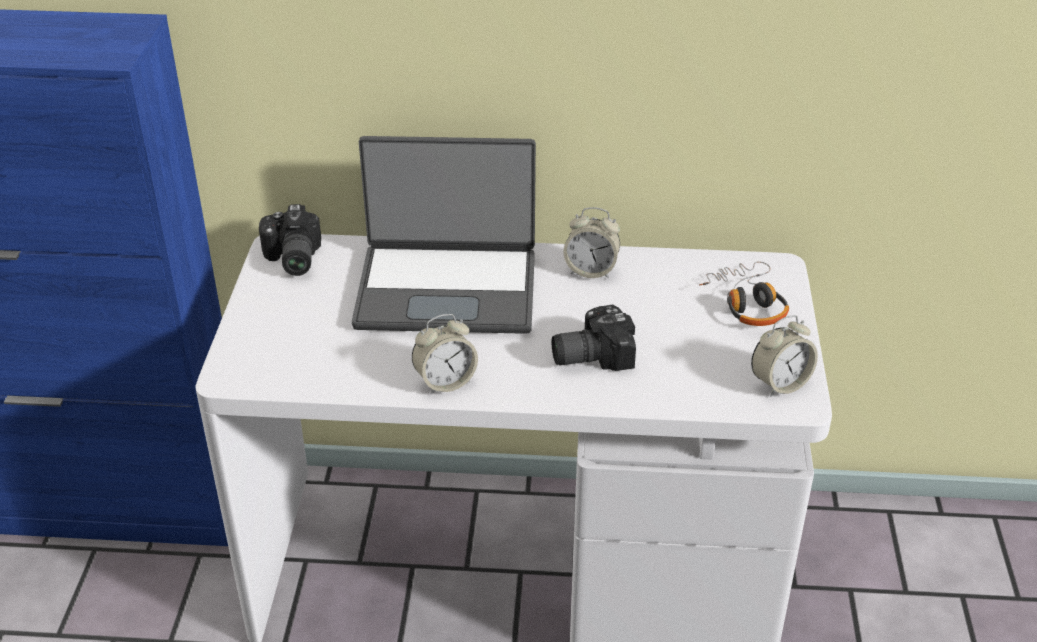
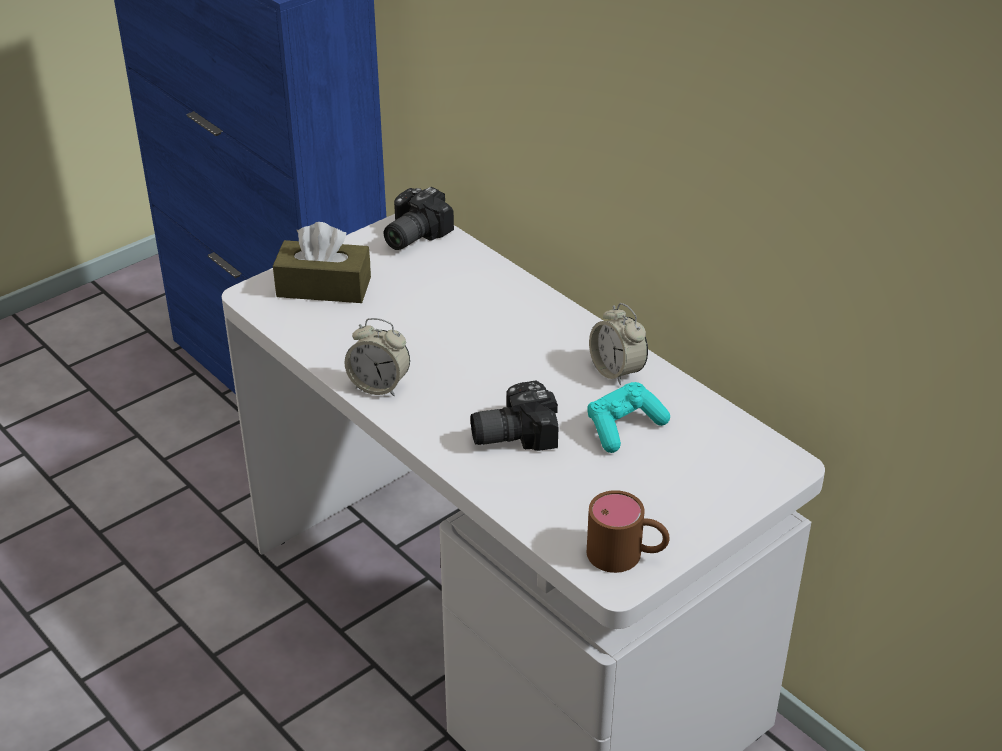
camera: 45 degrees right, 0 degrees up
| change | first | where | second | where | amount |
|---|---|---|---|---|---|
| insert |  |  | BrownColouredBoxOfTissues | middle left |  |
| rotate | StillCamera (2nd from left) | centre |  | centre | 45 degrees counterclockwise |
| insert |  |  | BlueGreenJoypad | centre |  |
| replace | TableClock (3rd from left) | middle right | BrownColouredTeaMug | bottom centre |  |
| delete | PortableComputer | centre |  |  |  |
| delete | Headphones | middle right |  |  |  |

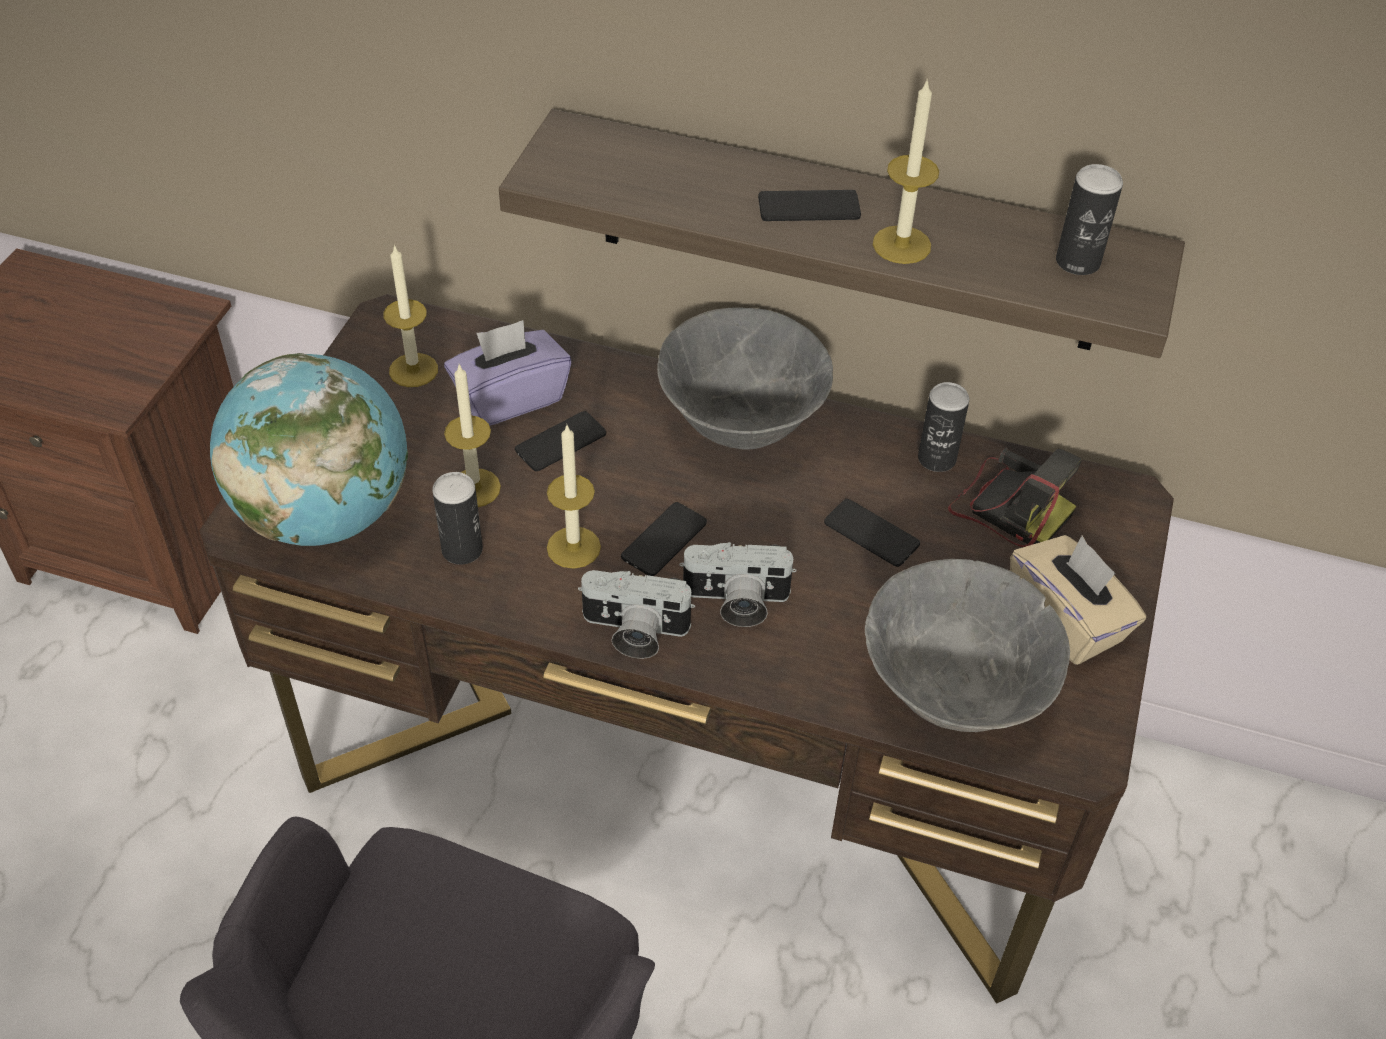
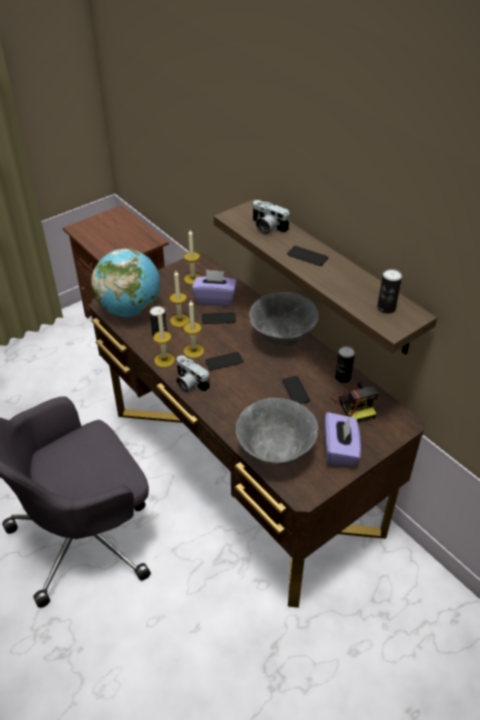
camera: 35 degrees right, 5 degrees down
| change | first | where | second | where | amount |
|---|---|---|---|---|---|
| move | Candle (4th from left in the first image) | top centre | Candle (1st from left) | centre |  |
| move | StillCamera (2nd from left) | centre |  | top centre |  |
| recolor | BeigeBoxOfTissues | middle right | PurpleColouredBoxOfTissues (2nd from left) | middle right |  |

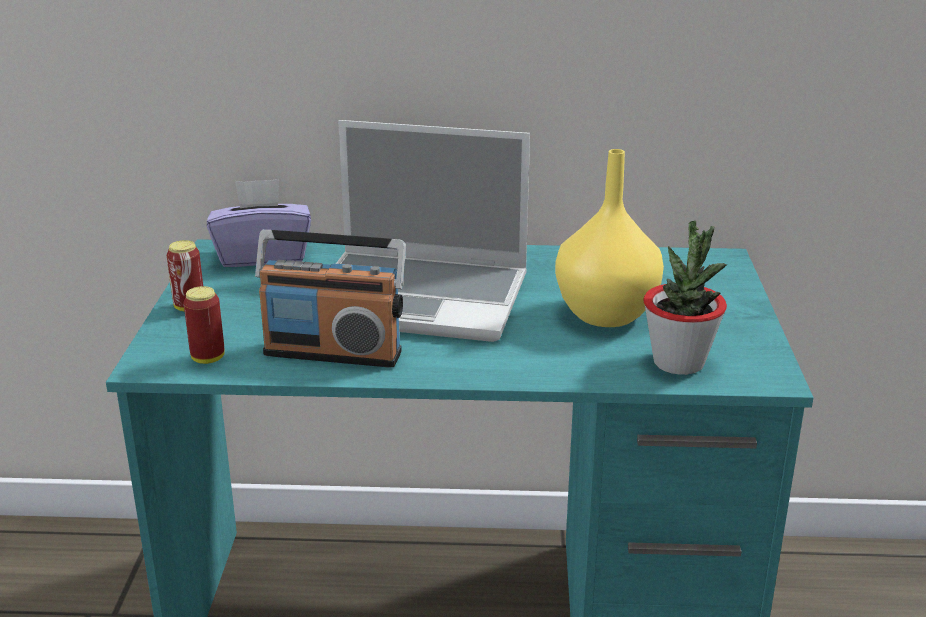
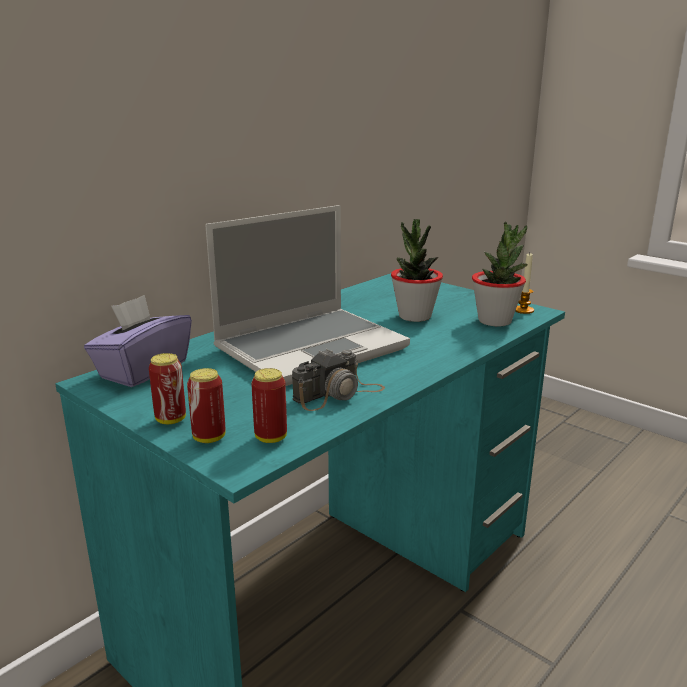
camera: 50 degrees left, 5 degrees down
| change | first | where | second | where | amount |
|---|---|---|---|---|---|
| insert |  |  | MetalCan (2nd from left) | middle left |  |
| replace | RadioSet | centre | StillCamera | centre |  |
| replace | YellowishVase | centre | Houseplant (1st from left) | centre |  |
| insert |  |  | Candle | middle right |  |

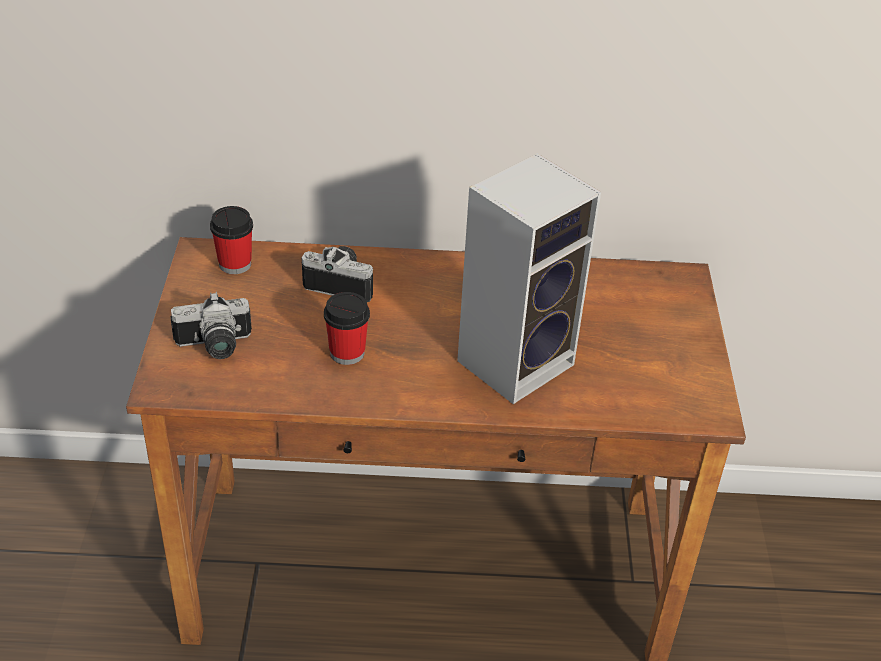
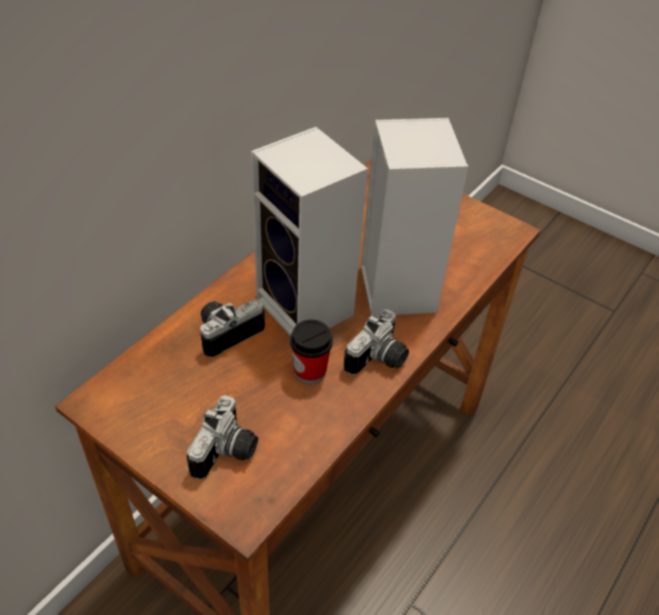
camera: 55 degrees left, 5 degrees up
| change | first | where | second | where | amount |
|---|---|---|---|---|---|
| insert |  |  | Loudspeaker (1st from left) | centre |  |
| insert |  |  | StillCamera (3rd from left) | centre |  |
| delete | DrinkingCup (1st from left) | middle left |  |  |  |

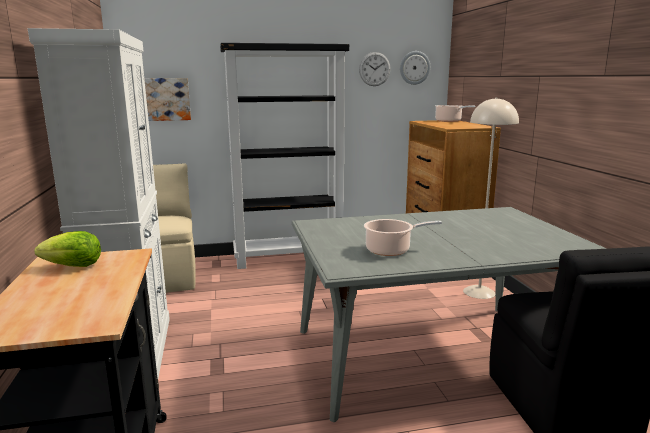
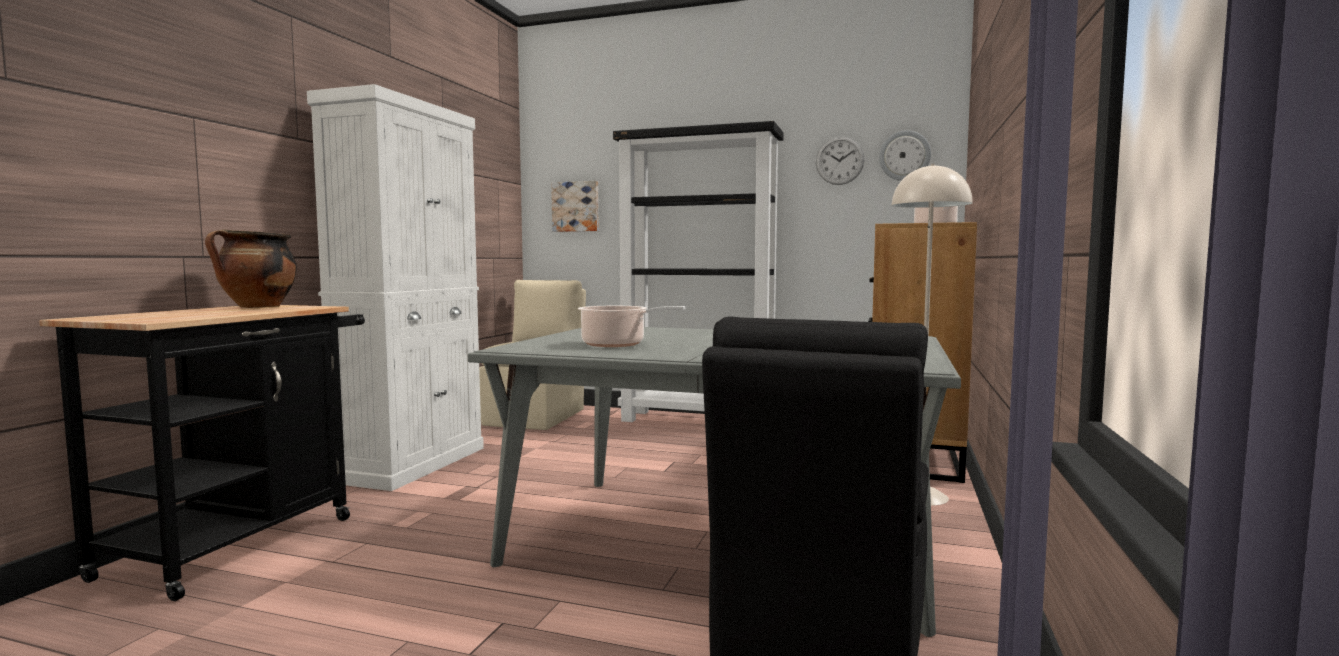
camera: 30 degrees right, 10 degrees down
| change | first | where | second | where | amount |
|---|---|---|---|---|---|
| replace | LettuceHead | middle left | CookingPot (1st from left) | middle left |  |

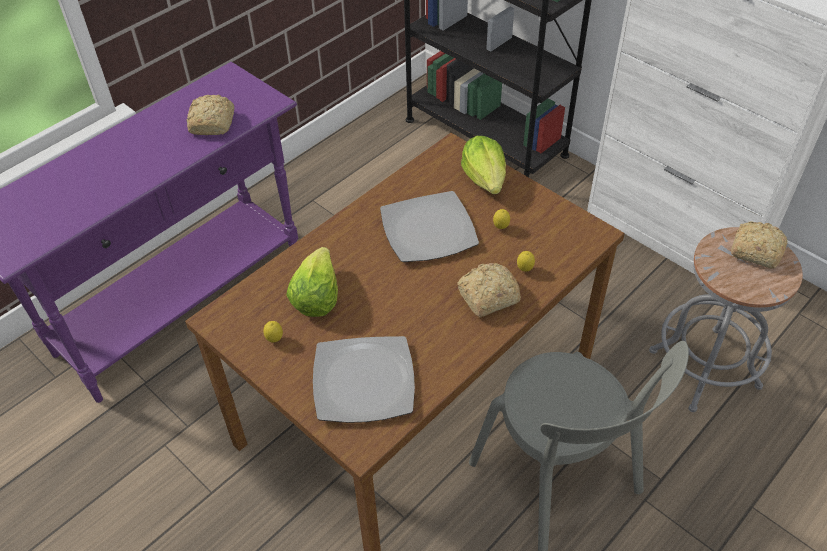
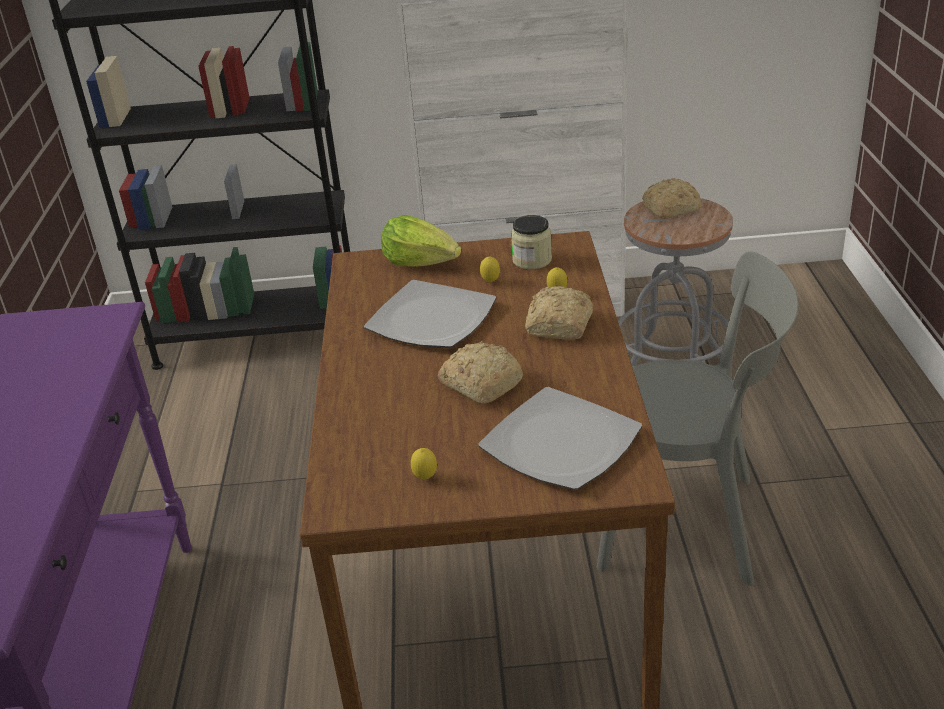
camera: 45 degrees left, 15 degrees down
| change | first | where | second | where | amount |
|---|---|---|---|---|---|
| move | Bread (1st from left) | top left |  | centre |  |
| insert |  |  | PreserveJar | centre |  |
| delete | LettuceHead (1st from left) | centre |  |  |  |

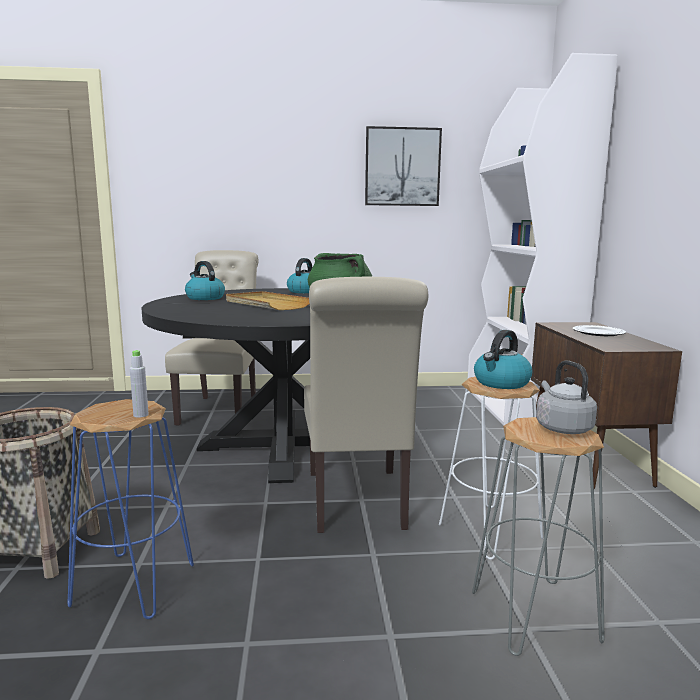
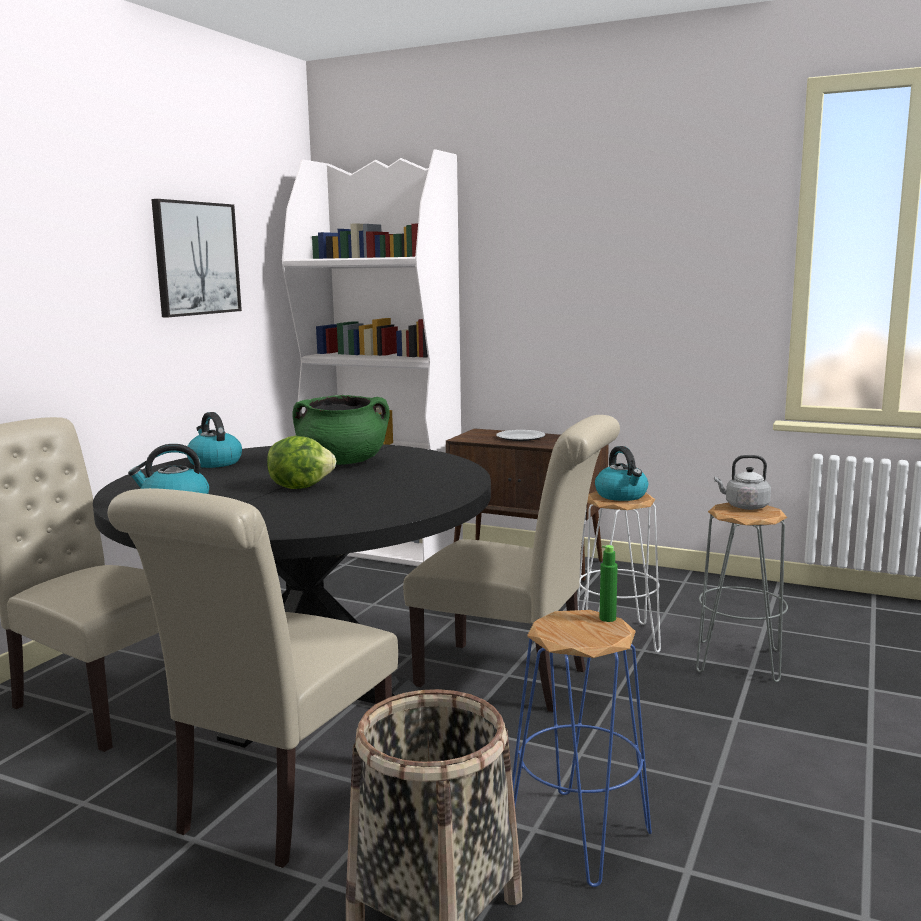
camera: 60 degrees left, 0 degrees up
| change | first | where | second | where | amount |
|---|---|---|---|---|---|
| insert |  |  | BeigeChair (2nd from left) | bottom left |  |
| replace | BeigeTray | centre | LettuceHead | middle left |  |
| recolor | GreyishBeverageBottle | middle left | GreenBeverageBottle | centre |  |

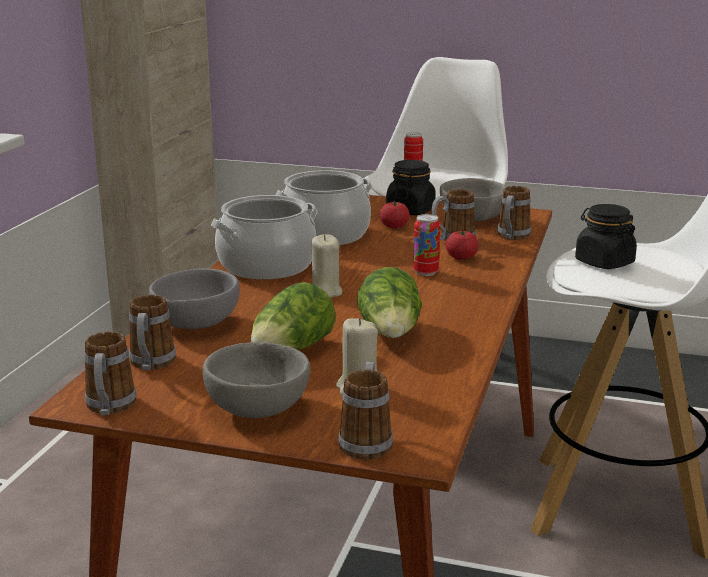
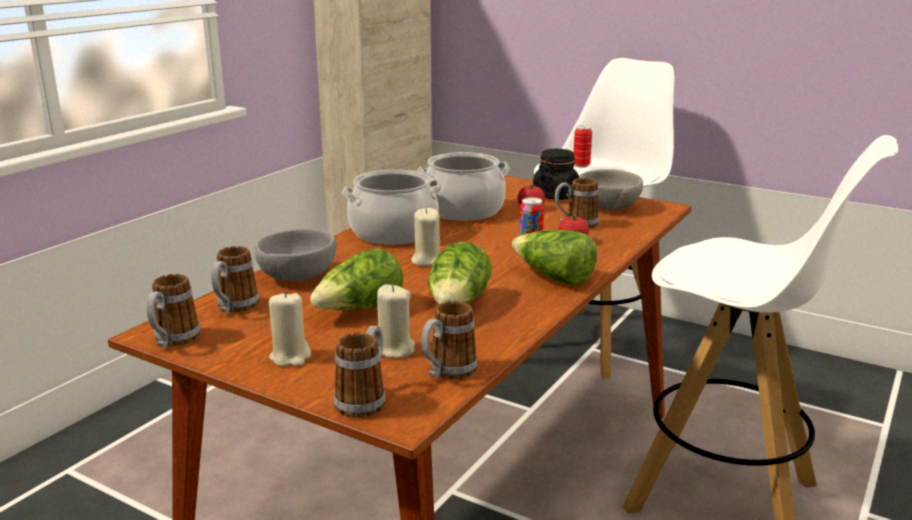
camera: 15 degrees right, 0 degrees up
| change | first | where | second | where | amount |
|---|---|---|---|---|---|
| replace | GreyishDeepDish (2nd from left) | centre | BeigeCandle (1st from left) | middle left |  |
| move | TeaMug (5th from left in the first image) | middle right | TeaMug (4th from left) | centre |  |
| insert |  |  | LettuceHead (3rd from left) | centre |  |
| delete | BlackColouredPreserveJar (2nd from left) | middle right |  |  |  |

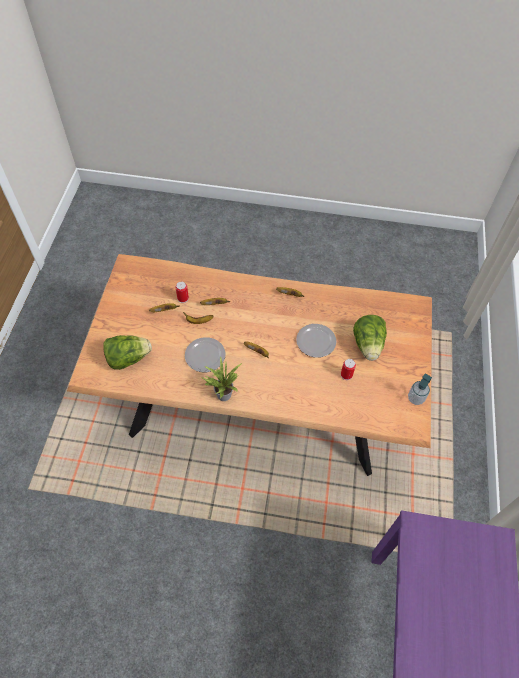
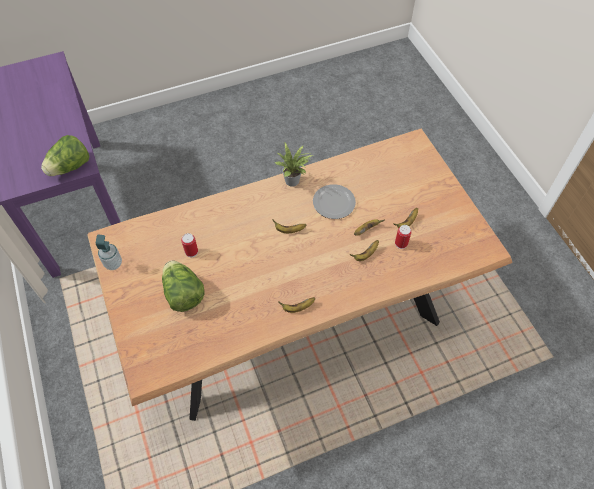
camera: 150 degrees right, 0 degrees up
| change | first | where | second | where | amount |
|---|---|---|---|---|---|
| move | LettuceHead (1st from left) | middle left |  | top left |  |
| delete | FlatDish (2nd from left) | centre |  |  |  |

